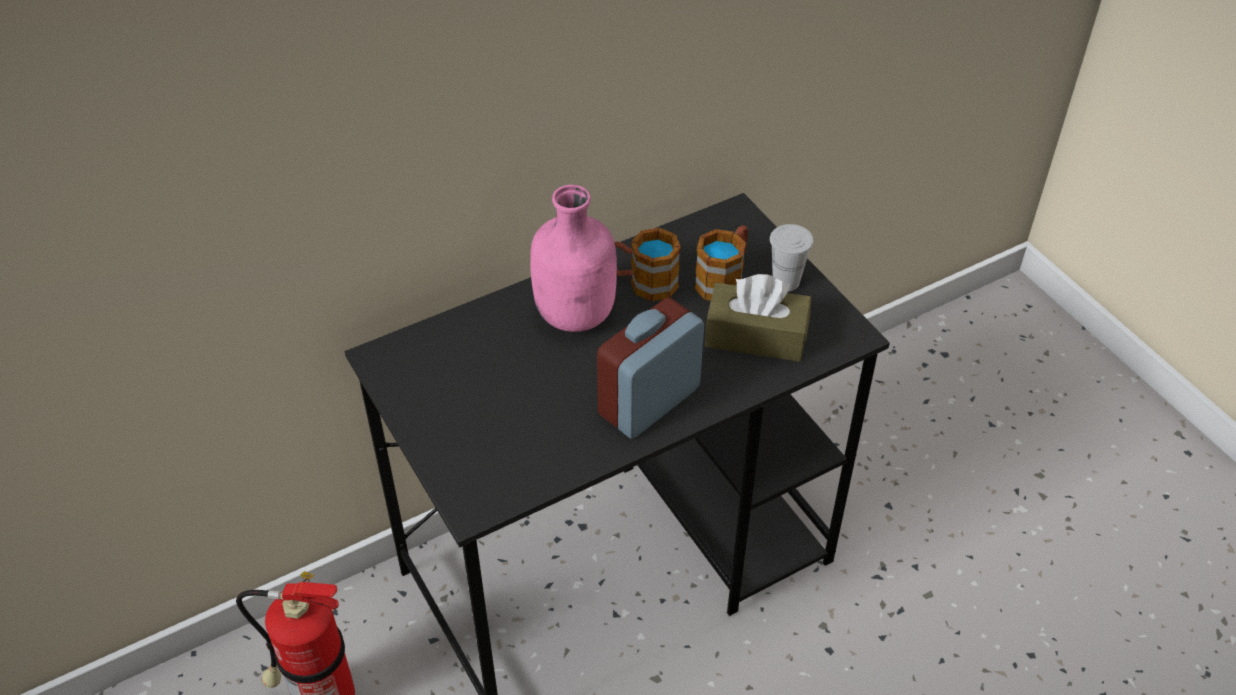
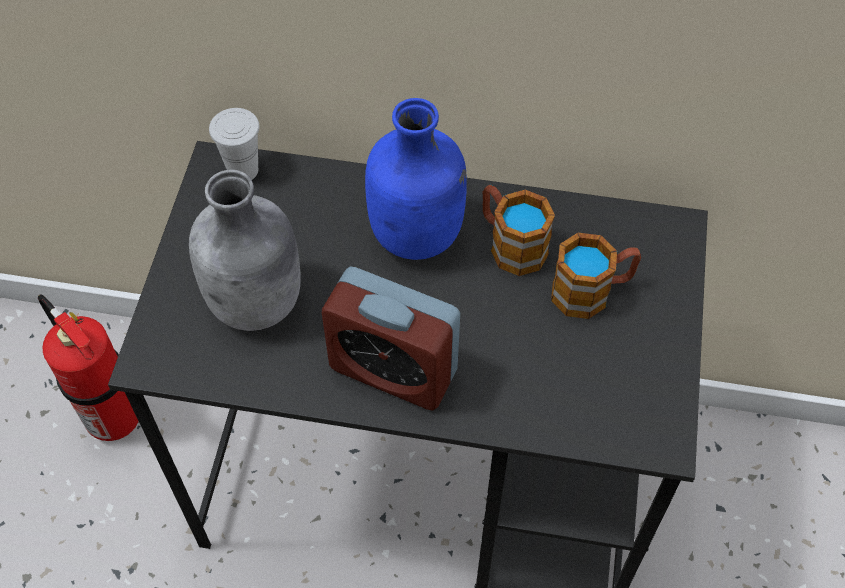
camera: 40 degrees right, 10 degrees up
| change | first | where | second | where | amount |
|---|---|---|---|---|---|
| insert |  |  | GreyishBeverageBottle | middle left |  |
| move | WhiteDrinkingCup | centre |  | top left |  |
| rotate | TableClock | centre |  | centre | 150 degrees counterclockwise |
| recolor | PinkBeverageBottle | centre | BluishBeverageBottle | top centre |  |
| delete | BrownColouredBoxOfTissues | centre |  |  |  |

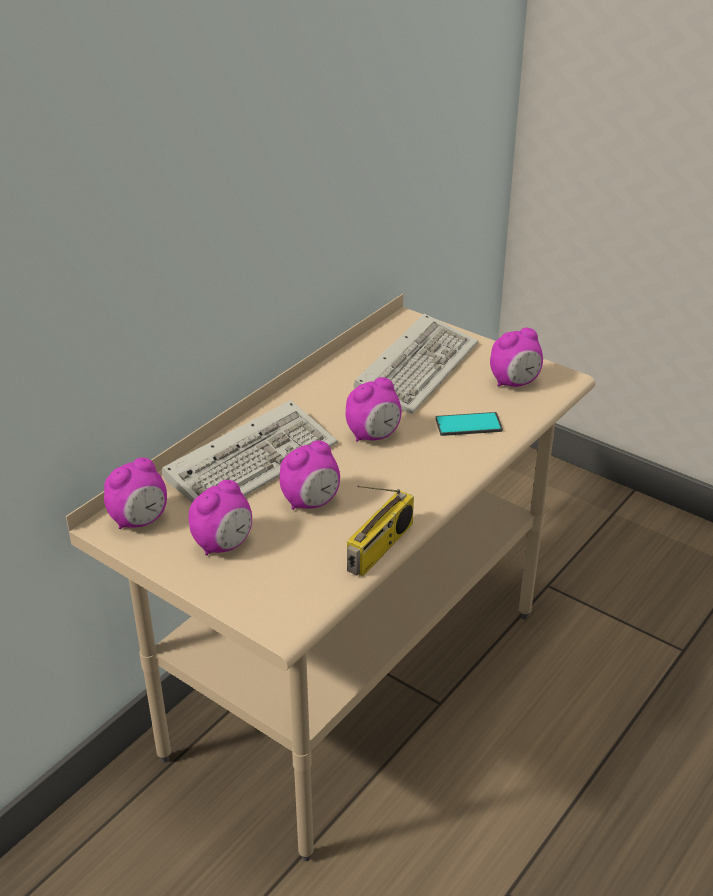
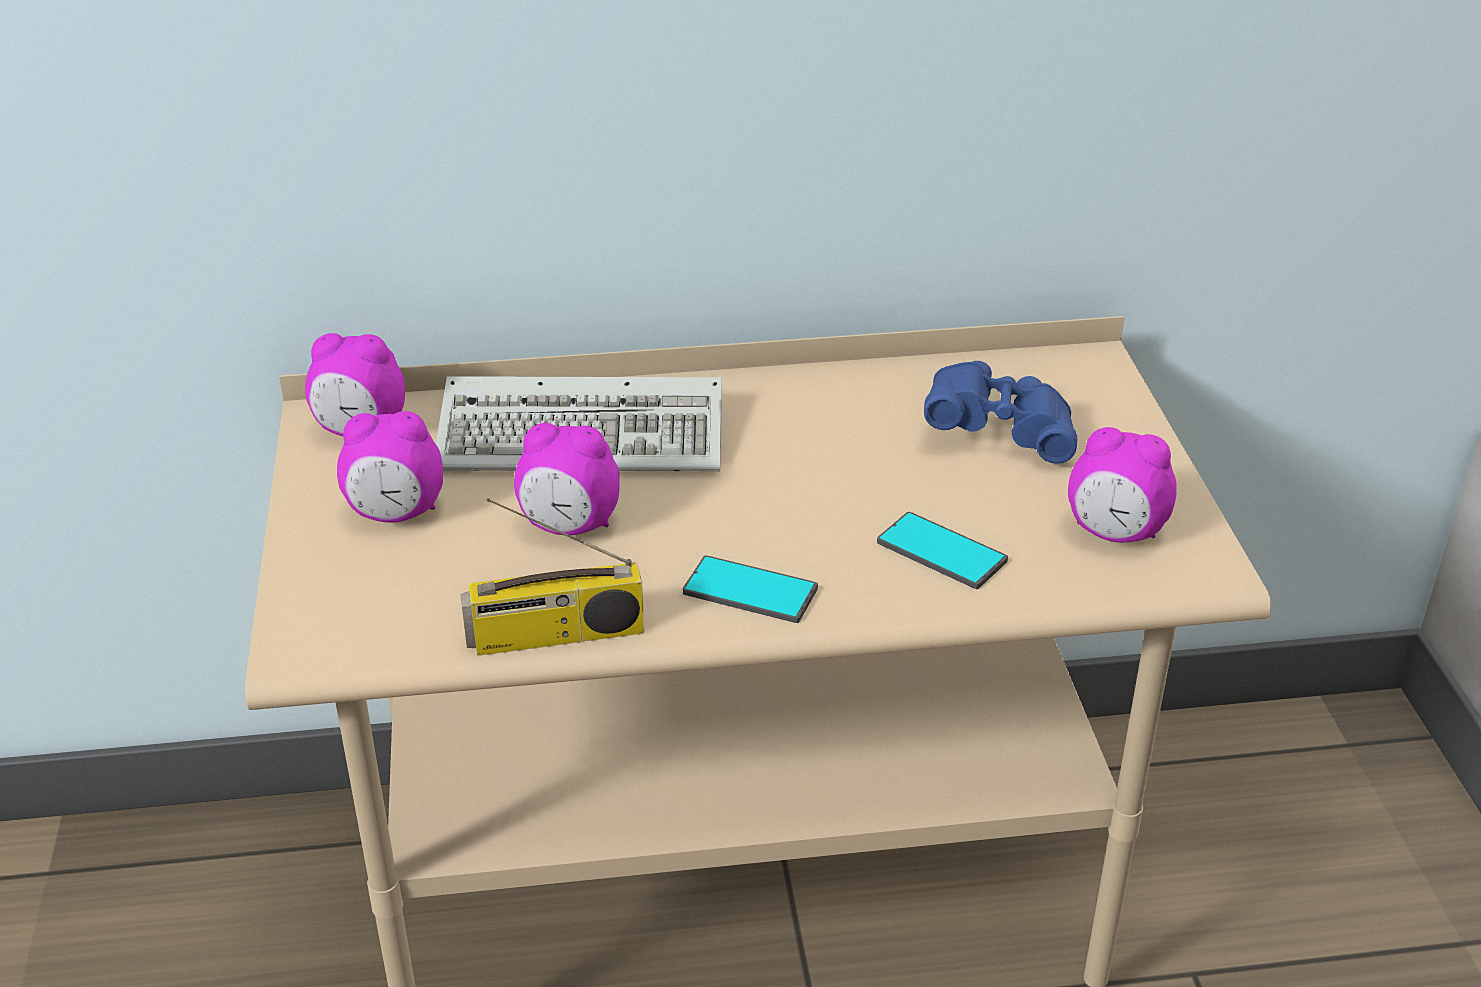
camera: 45 degrees right, 0 degrees up
| change | first | where | second | where | amount |
|---|---|---|---|---|---|
| insert |  |  | Handset (1st from left) | centre |  |
| replace | Keyboard (2nd from left) | centre | BluishPairOfBinoculars | middle right |  |
| delete | TableClock (4th from left) | centre |  |  |  |

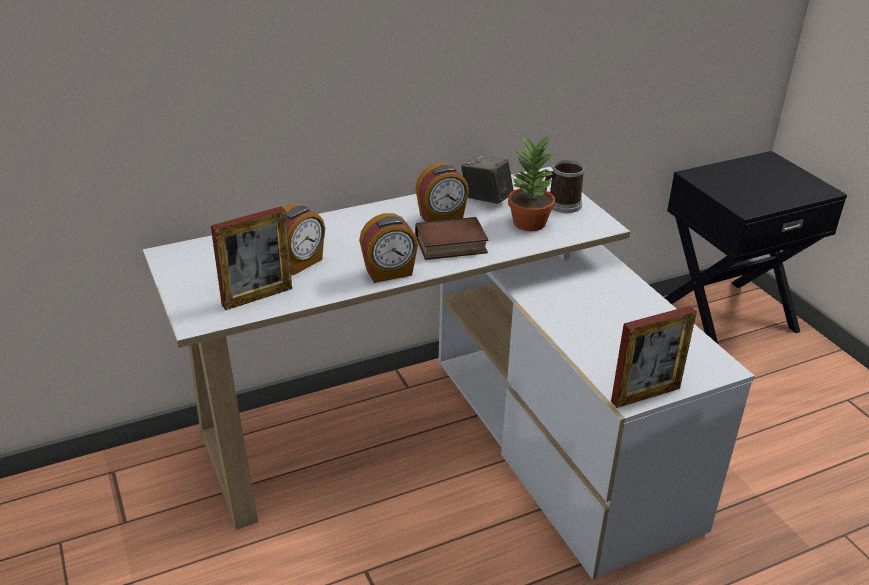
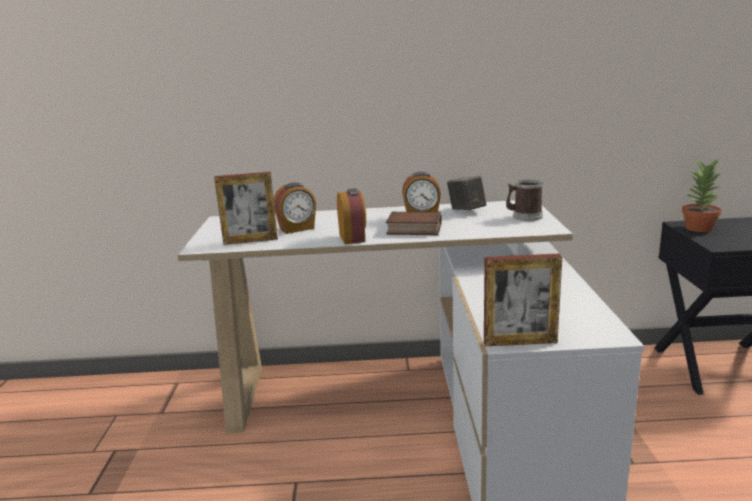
camera: 25 degrees right, 15 degrees down
| change | first | where | second | where | amount |
|---|---|---|---|---|---|
| rotate | TableClock (2nd from left) | centre |  | centre | 105 degrees counterclockwise |
| move | Houseplant | top centre |  | middle right |  |

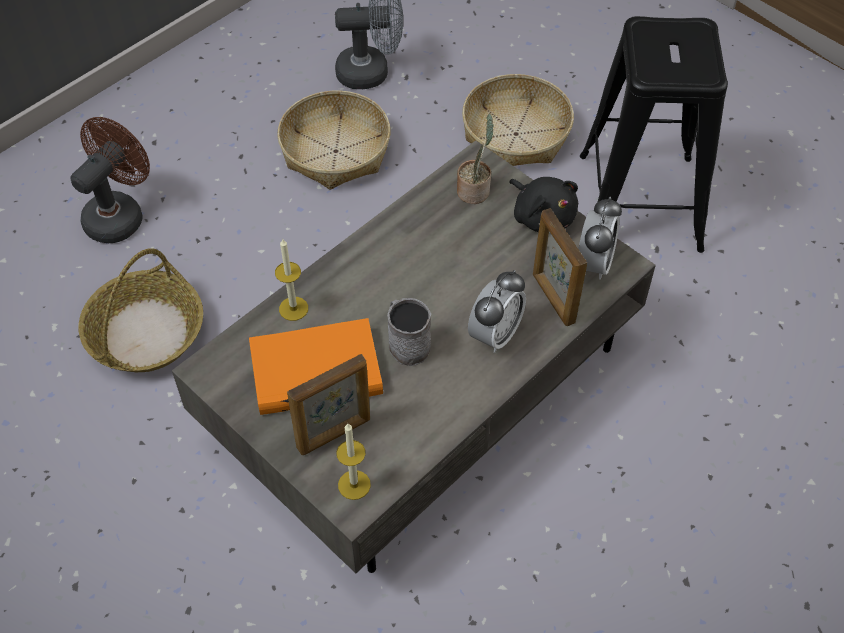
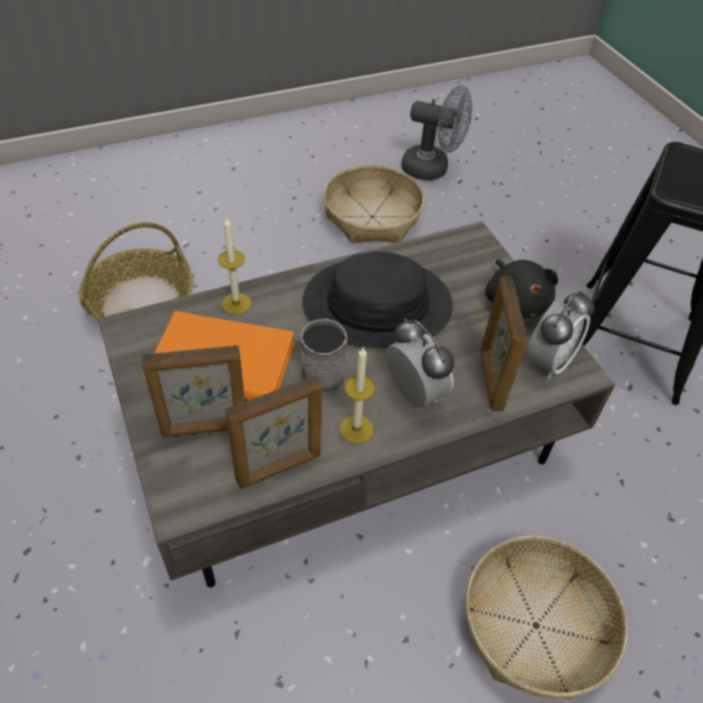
camera: 20 degrees right, 5 degrees down
| change | first | where | second | where | amount |
|---|---|---|---|---|---|
| insert |  |  | PhotoFrame (2nd from left) | centre |  |
| insert |  |  | BlackColouredWearableHat | centre |  |
| move | Candle (2nd from left) | bottom centre |  | centre |  |
| rotate | TableClock (1st from left) | centre |  | centre | 90 degrees counterclockwise |
| move | Basket (3rd from left) | top centre |  | bottom right |  |
| delete | BrownColouredCoolingFan | top left |  |  |  |
| delete | Houseplant | top centre |  |  |  |

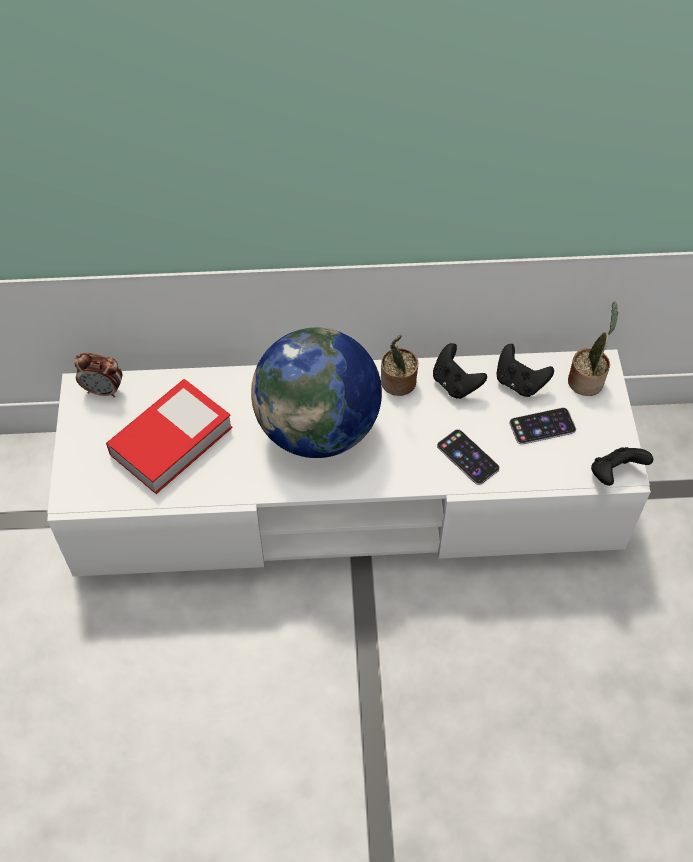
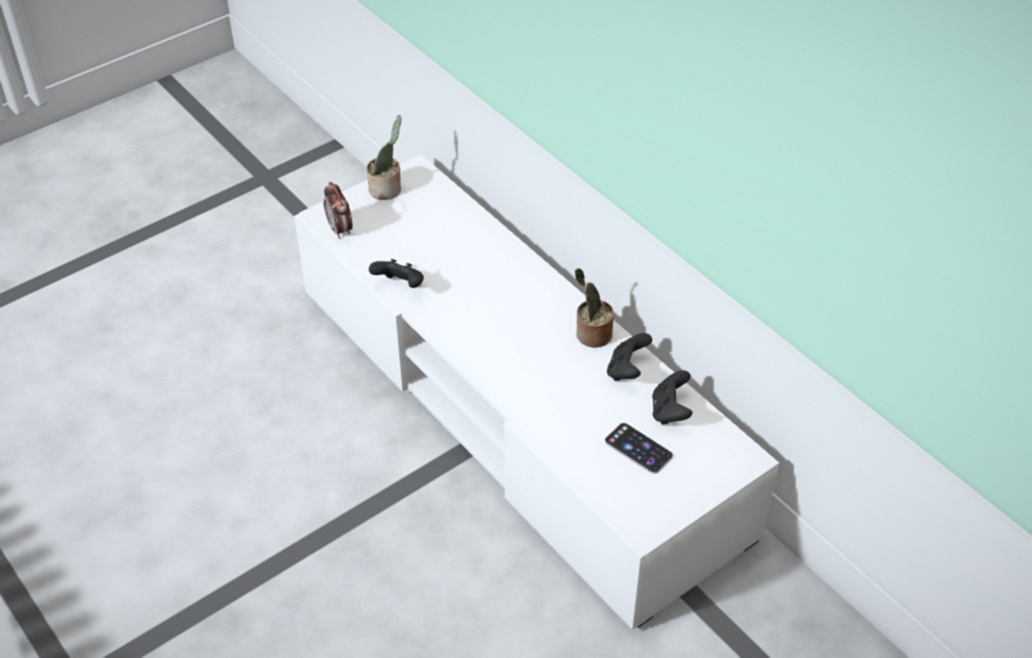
camera: 55 degrees right, 10 degrees down
| change | first | where | second | where | amount |
|---|---|---|---|---|---|
| move | TableClock | middle left |  | top left |  |
| move | Houseplant (2nd from left in the first image) | middle right | Houseplant (1st from left) | top centre |  |
| move | BlackColouredJoypad (3rd from left in the first image) | middle right | BlackColouredJoypad (1st from left) | centre |  |
| delete | BoundBook | middle left |  |  |  |
| delete | DeskGlobe | centre |  |  |  |
| delete | Handset (1st from left) | middle right |  |  |  |

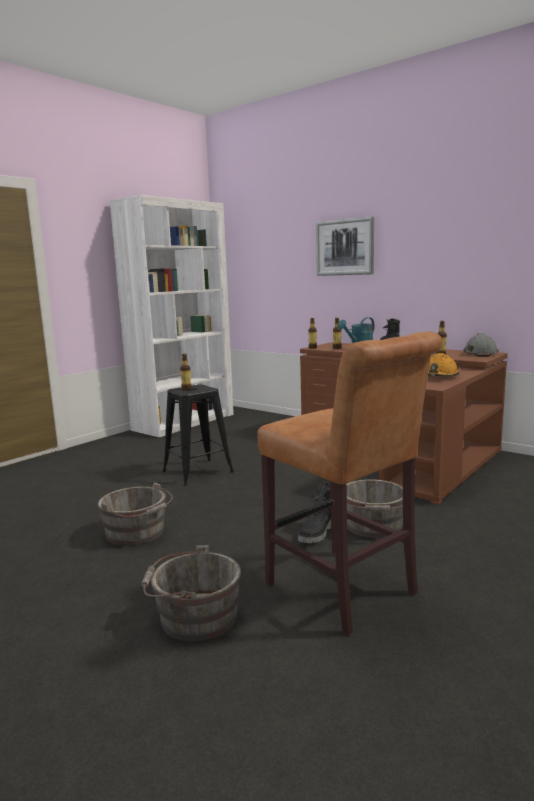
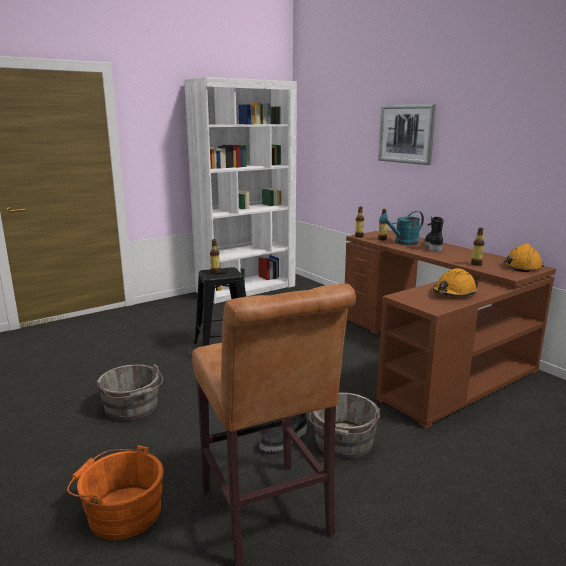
camera: 15 degrees right, 5 degrees up
| change | first | where | second | where | amount |
|---|---|---|---|---|---|
| recolor | GreyishWaterBucket (2nd from left) | bottom centre | OrangeWaterBucket | bottom left |  |
| recolor | GreyishSafetyHelmet | middle right | OrangeSafetyHelmet (2nd from left) | middle right |  |

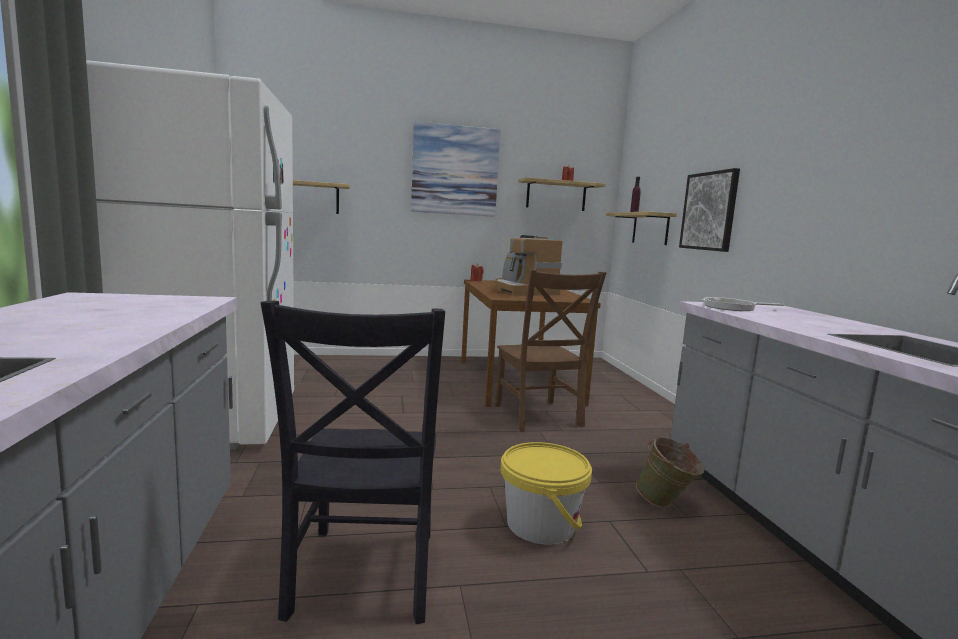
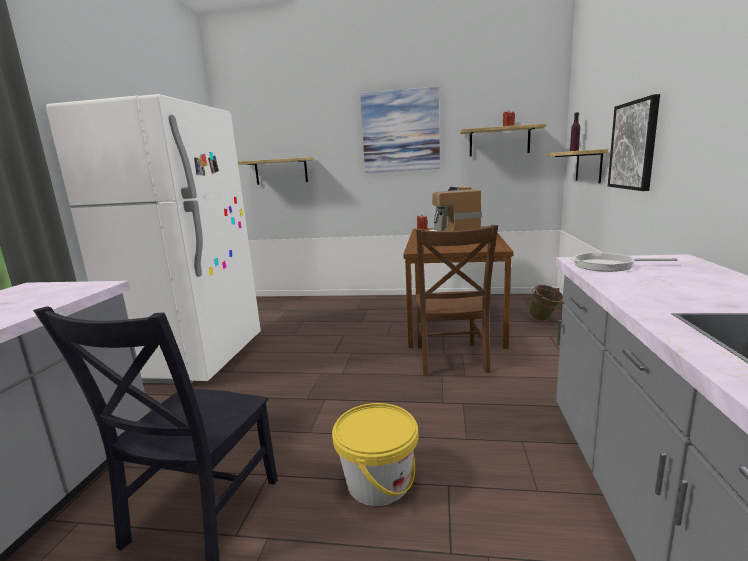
camera: 20 degrees right, 5 degrees up
| change | first | where | second | where | amount |
|---|---|---|---|---|---|
| move | GreenWaterBucket | bottom right |  | middle right |  |

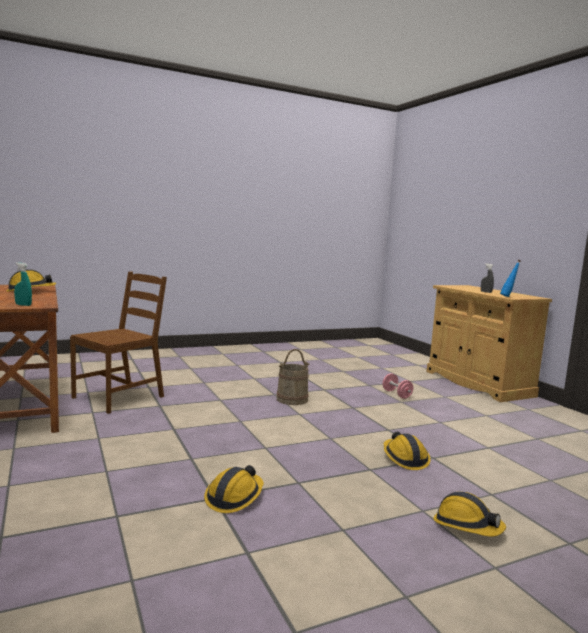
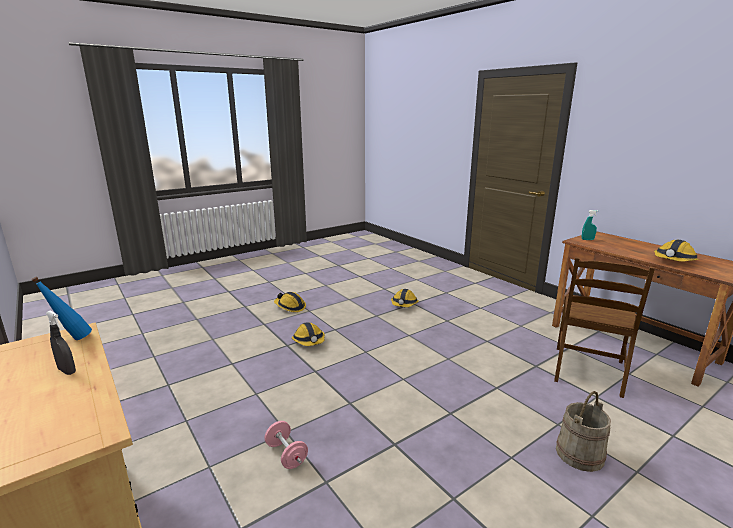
camera: 170 degrees right, 10 degrees up
| change | first | where | second | where | amount |
|---|---|---|---|---|---|
| move | BeigeWaterBucket | centre |  | bottom right |  |

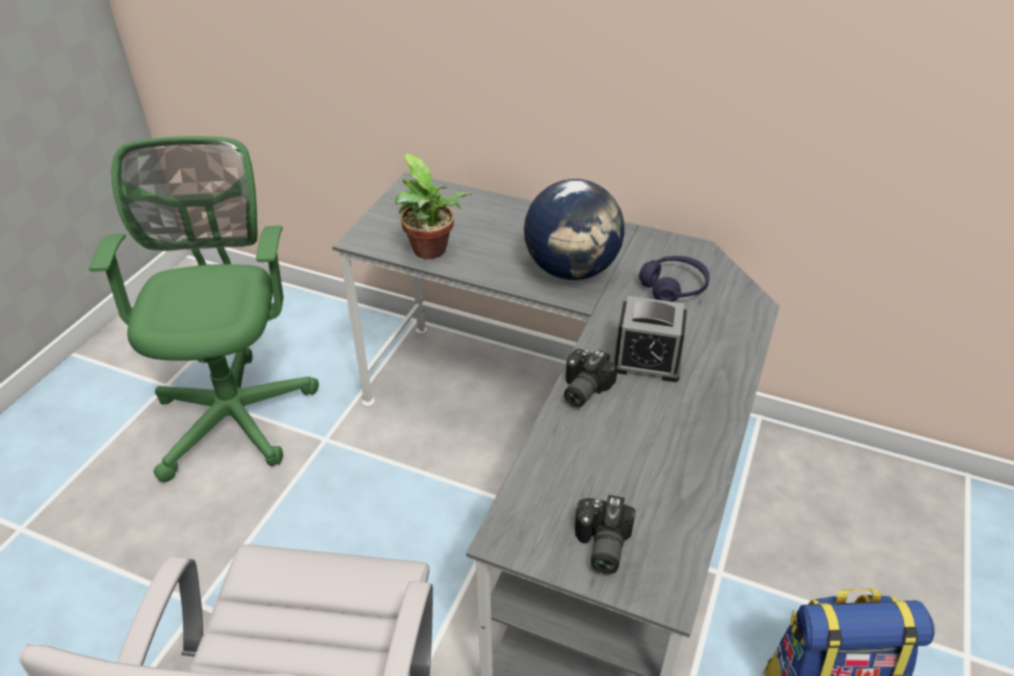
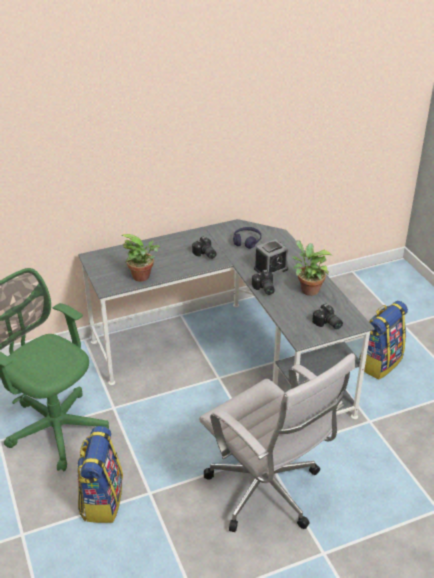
camera: 45 degrees left, 5 degrees down
| change | first | where | second | where | amount |
|---|---|---|---|---|---|
| insert |  |  | Rucksack (1st from left) | bottom left |  |
| replace | DeskGlobe | centre | StillCamera (1st from left) | centre |  |
| insert |  |  | Houseplant (2nd from left) | middle right |  |

